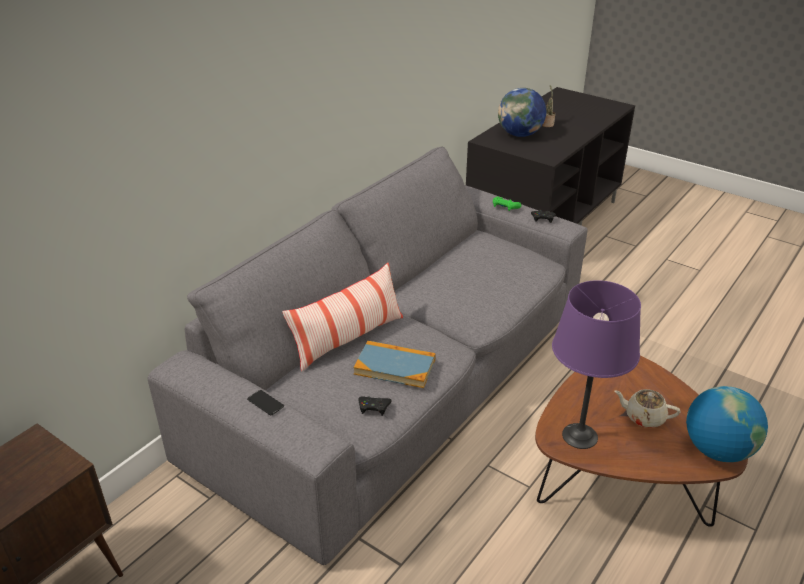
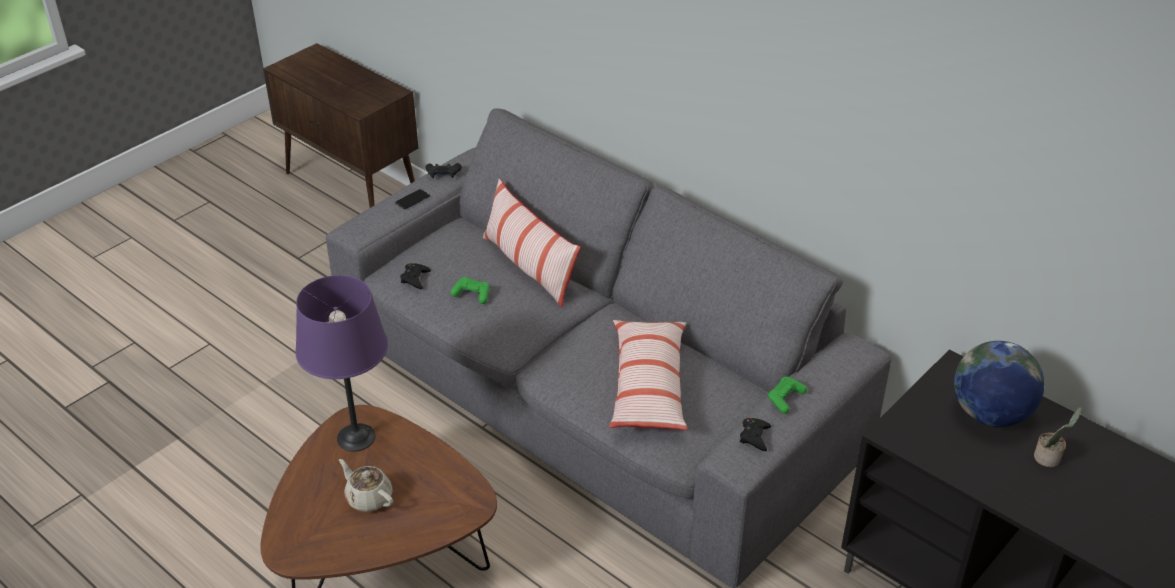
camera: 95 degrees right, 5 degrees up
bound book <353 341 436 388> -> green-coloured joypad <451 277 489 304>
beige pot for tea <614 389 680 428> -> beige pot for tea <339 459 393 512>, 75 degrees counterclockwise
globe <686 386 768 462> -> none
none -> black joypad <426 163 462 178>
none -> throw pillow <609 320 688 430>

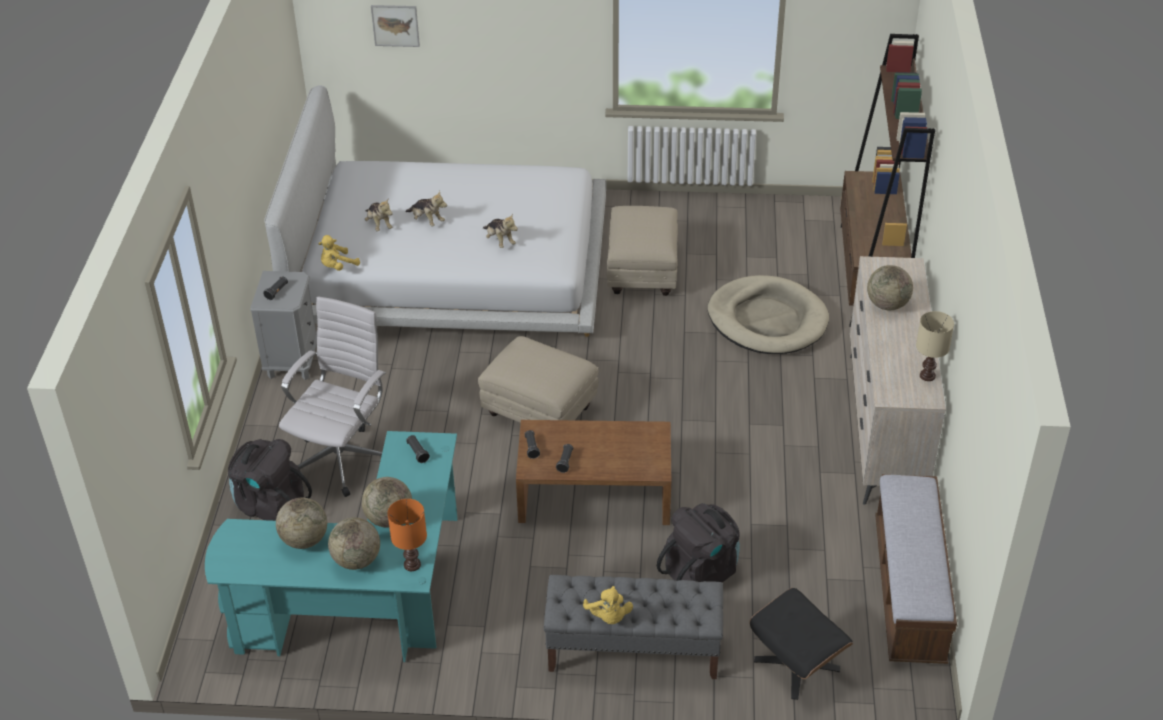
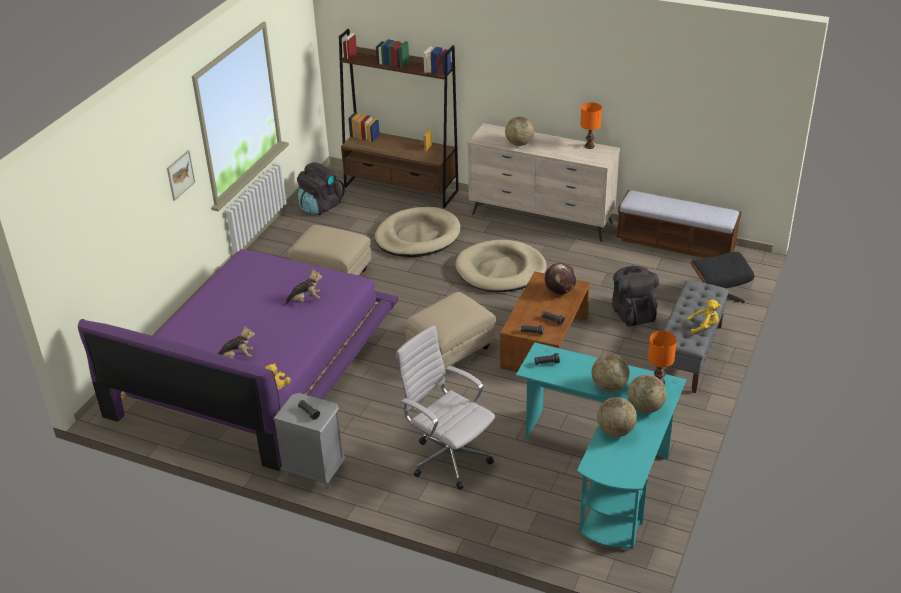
camera: 70 degrees left, 5 degrees down
black knapsack <228 439 312 521> -> black knapsack <297 162 345 215>, move
whitish bed <264 85 606 337> -> purplish bed <78 249 398 471>
wall picture <371 5 420 47> -> wall picture <167 150 195 201>, move
soft toy <405 191 447 227> -> none
beige lamp for a table <916 311 954 381> -> orange-coloured lamp for a table <580 102 602 149>
none -> beige dog cushion <455 240 547 292>
none -> globe <545 263 577 295>

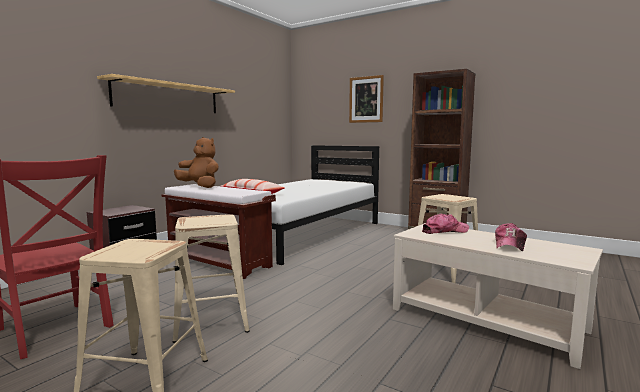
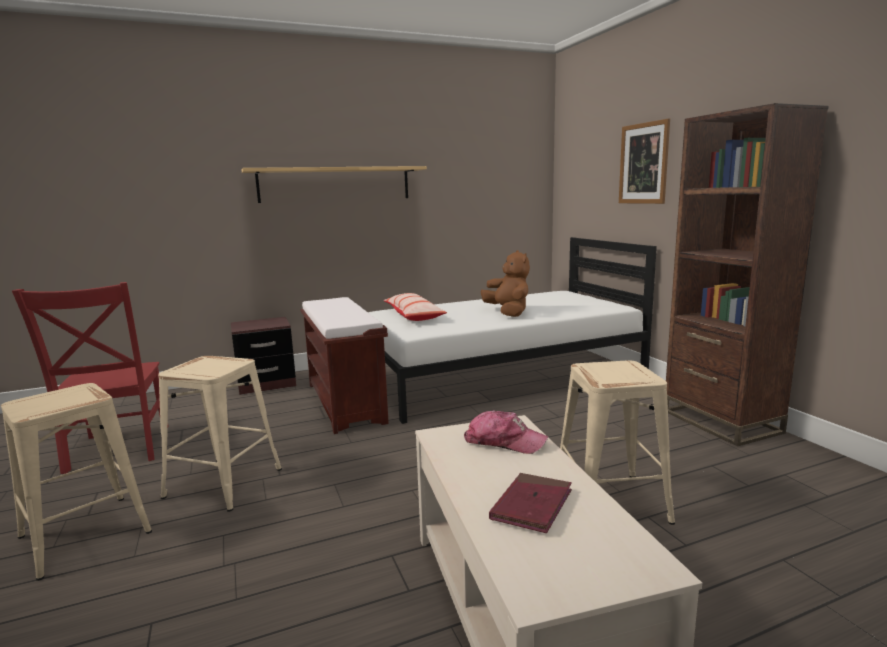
camera: 35 degrees right, 5 degrees up
brown-coloured soft toy <174 137 219 188> -> brown-coloured soft toy <481 250 530 317>, move
baseball cap <495 223 527 251> -> reddish bound book <489 473 572 533>

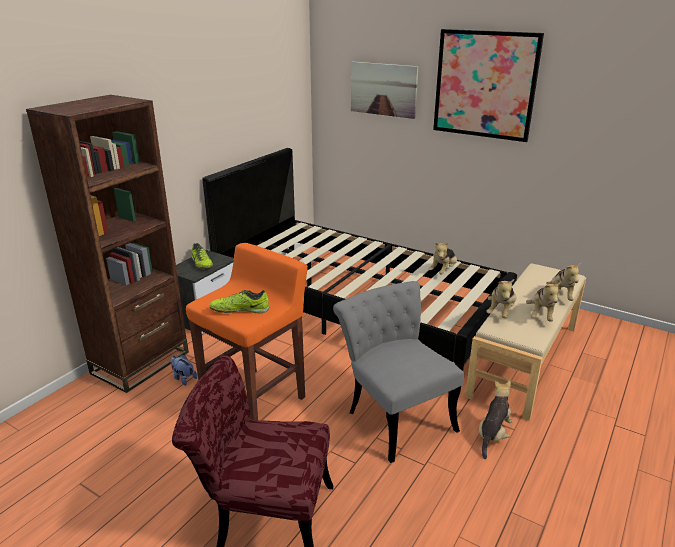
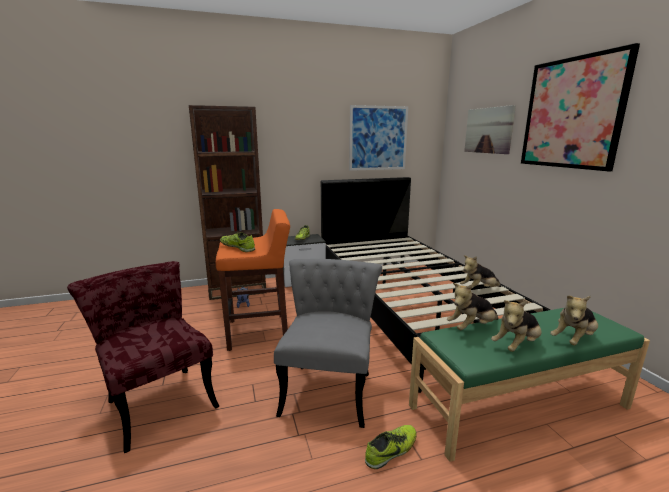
camera: 40 degrees right, 10 degrees down
beige bench <465 263 586 421> -> green-coloured bench <409 308 650 462>
soft toy <479 381 513 459> -> low shoe <365 425 417 469>
none -> wall picture <349 105 408 171>

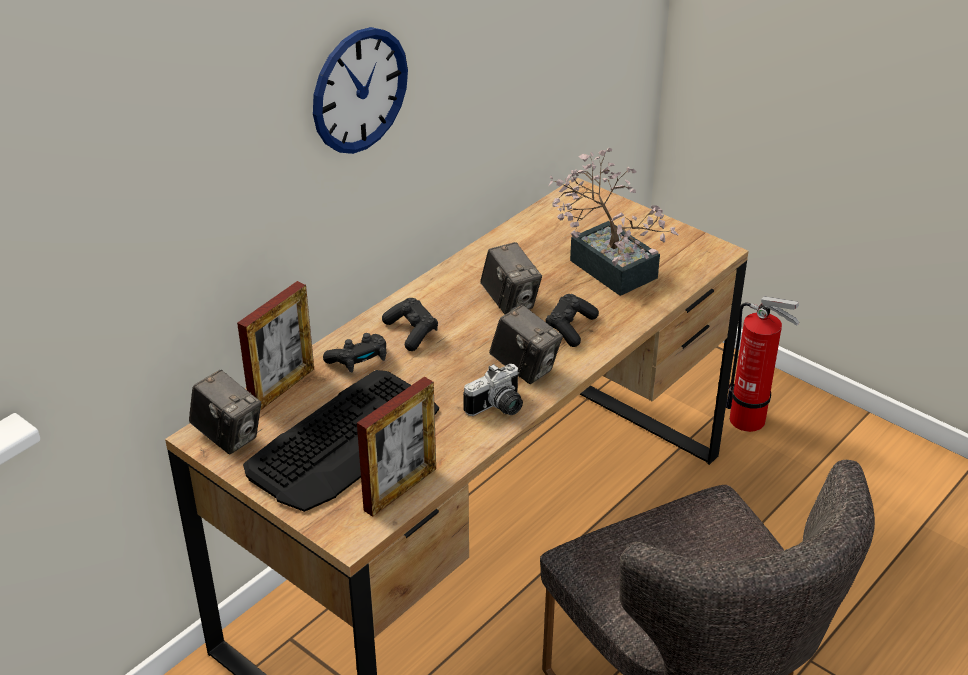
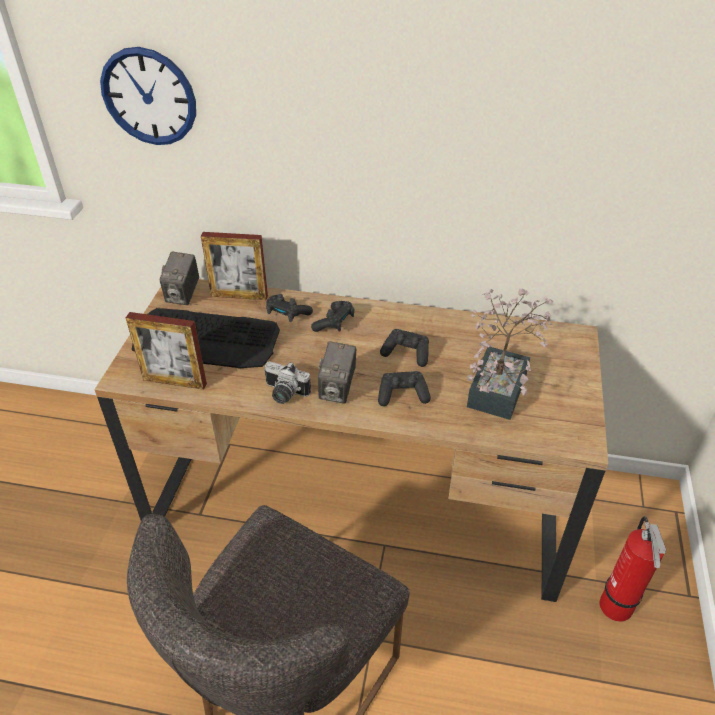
camera: 60 degrees right, 5 degrees up
hanging clock <313 27 408 154> -> hanging clock <100 47 196 145>, move
still camera <480 242 542 315> -> black joypad <380 329 429 367>

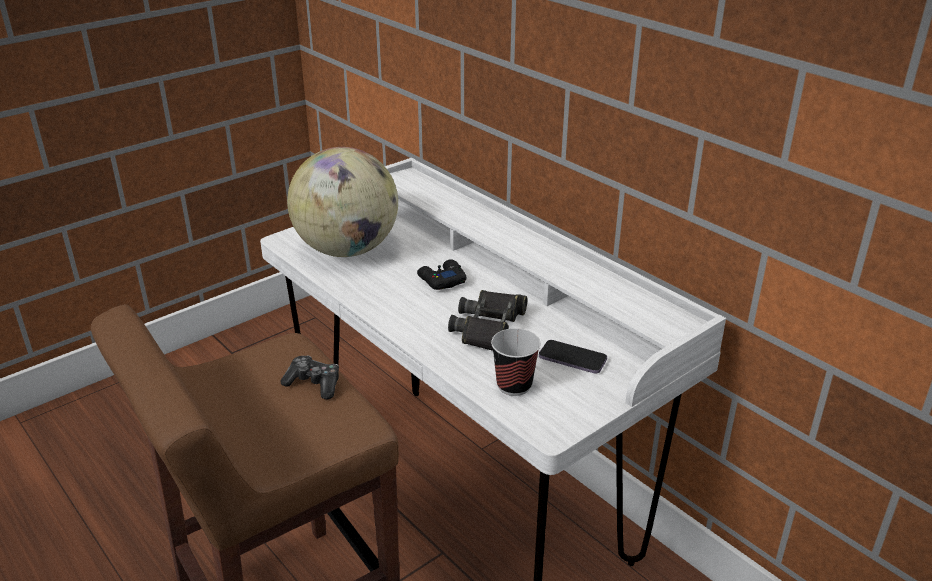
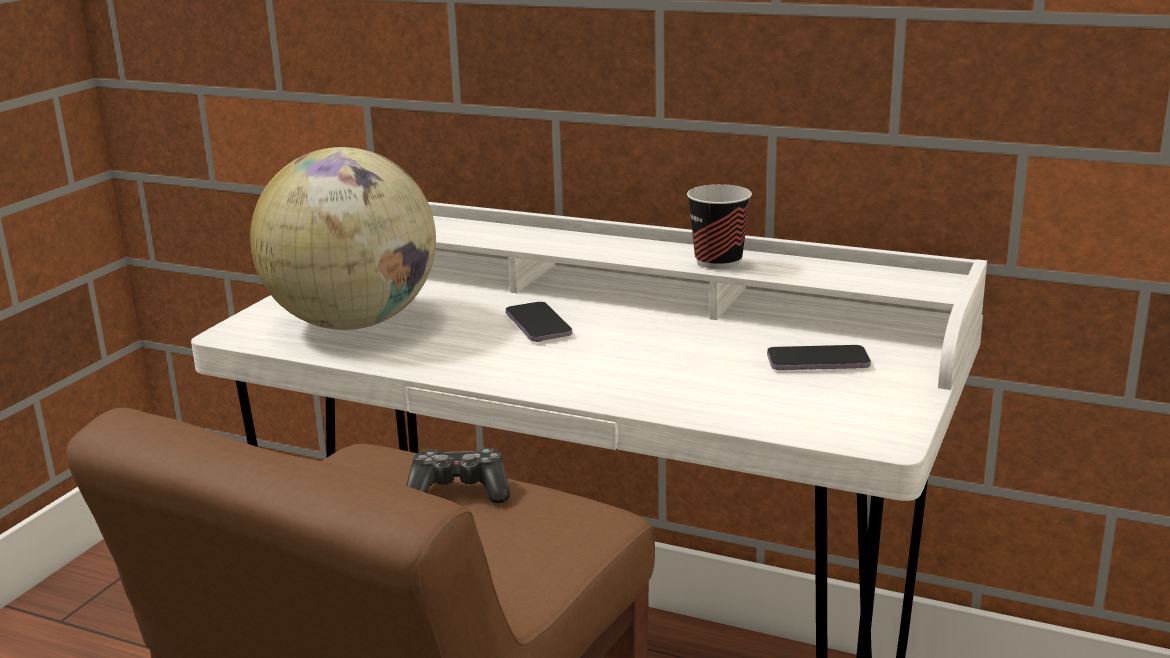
camera: 25 degrees left, 10 degrees down
black joypad <417 259 466 290> -> telephone <506 302 572 342>
black binoculars <448 290 527 351> -> none
drinking cup <491 328 541 396> -> drinking cup <687 184 752 269>, move

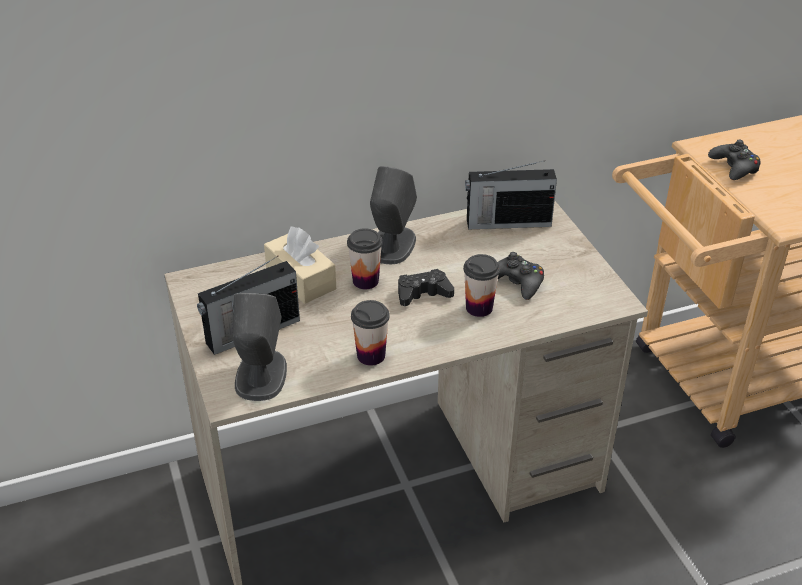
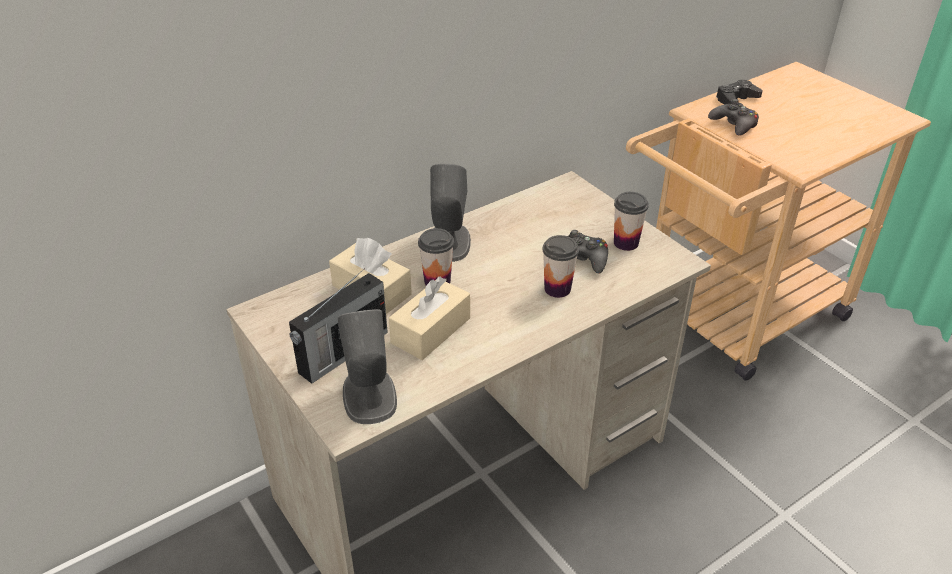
camera: 15 degrees left, 0 degrees up
drinking cup <351 300 390 365> -> drinking cup <614 192 649 251>, move
black joypad <398 269 454 306> -> black joypad <716 79 763 104>, move
radio receiver <465 160 557 230> -> none
none -> beige tissue holder <389 277 470 360>

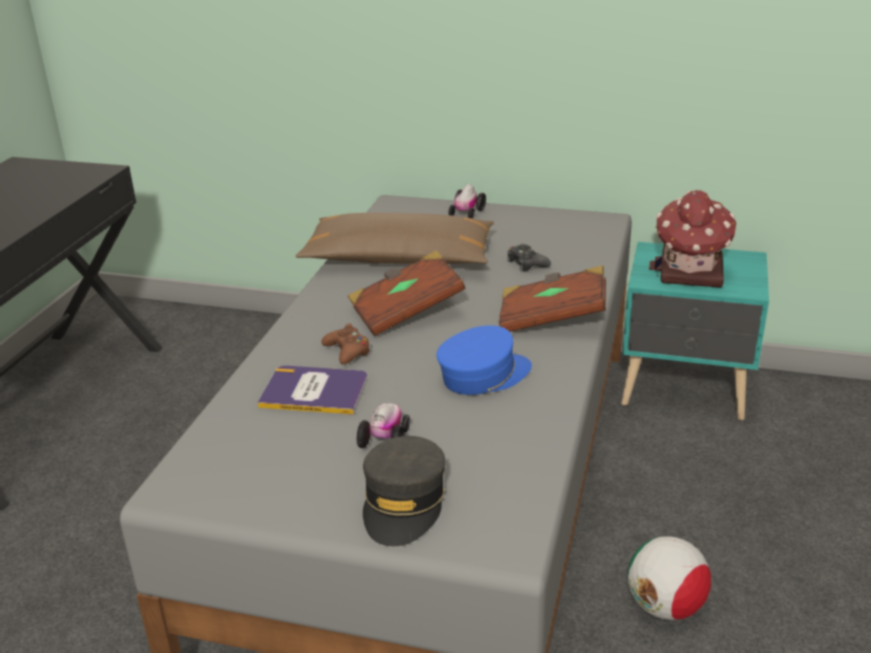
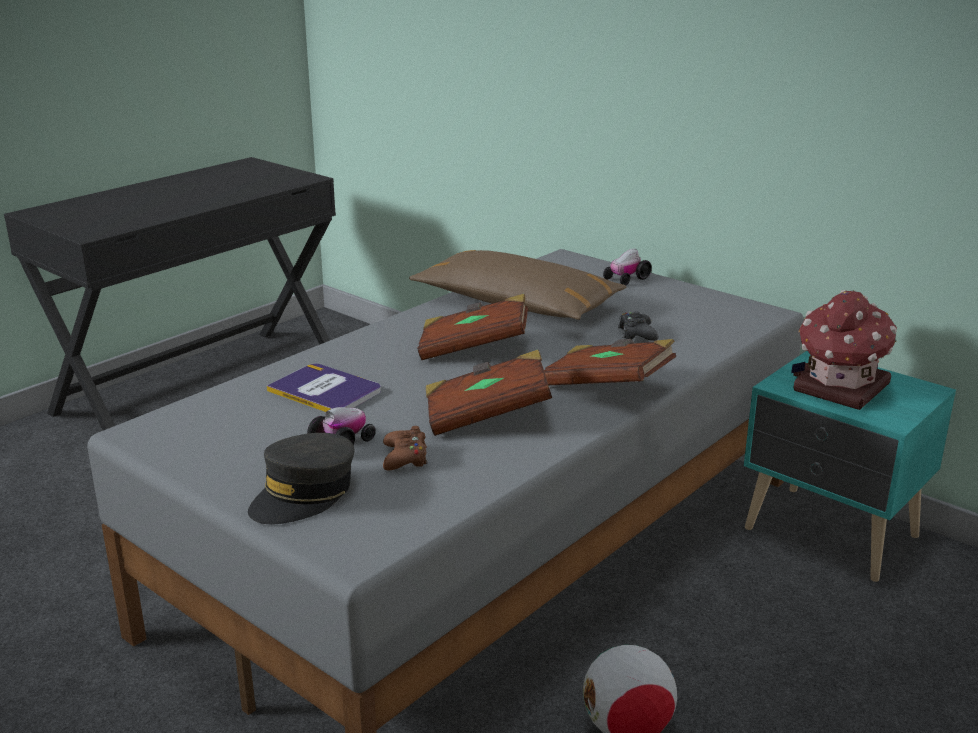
camera: 25 degrees right, 5 degrees down
brown-coloured joypad <322 323 370 364> -> brown-coloured joypad <383 426 428 471>, move
bluish baseball cap <436 325 532 395> -> brown-coloured bound book <426 350 552 436>

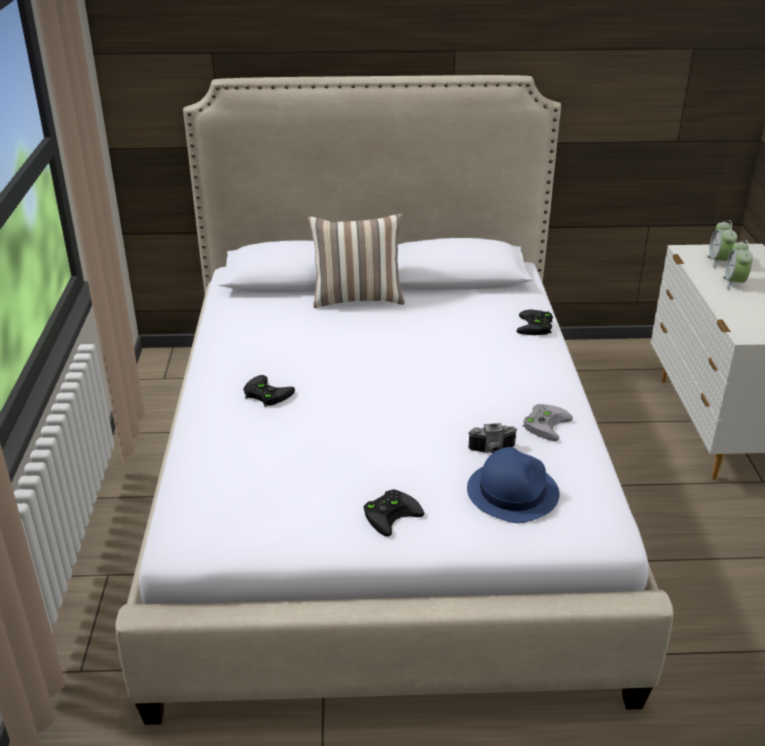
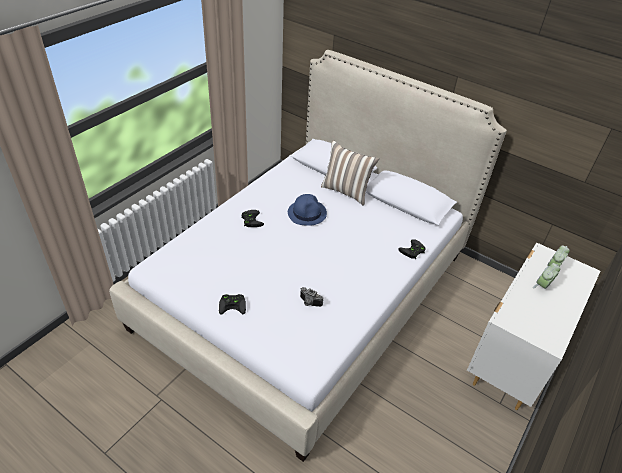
camera: 35 degrees right, 10 degrees up
bluish wearable hat <467 447 559 523> -> bluish wearable hat <288 194 327 226>, move
grey joypad <523 404 573 441> -> none

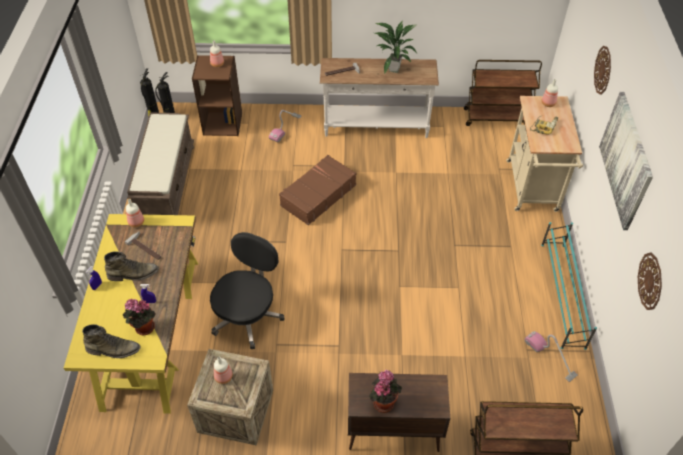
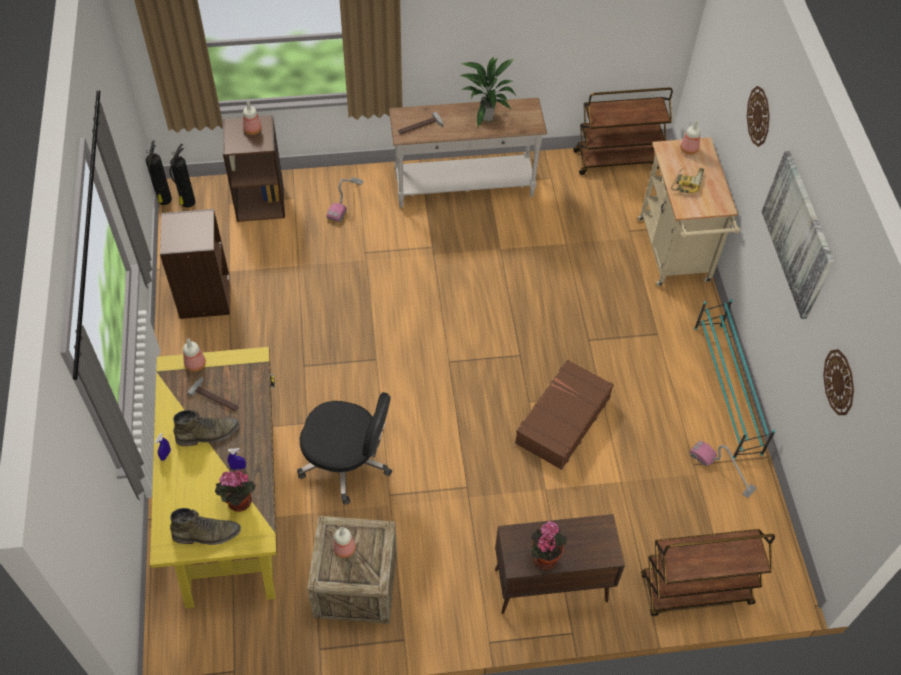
camera: 10 degrees left, 5 degrees up
brown-coloured bench <127 113 194 215> -> brown-coloured bookshelf <160 209 230 319>
black computer chair <210 232 284 349> -> black computer chair <297 392 392 505>, 90 degrees clockwise
brown-coloured piece of luggage <279 155 356 225> -> brown-coloured piece of luggage <515 359 614 470>, move

